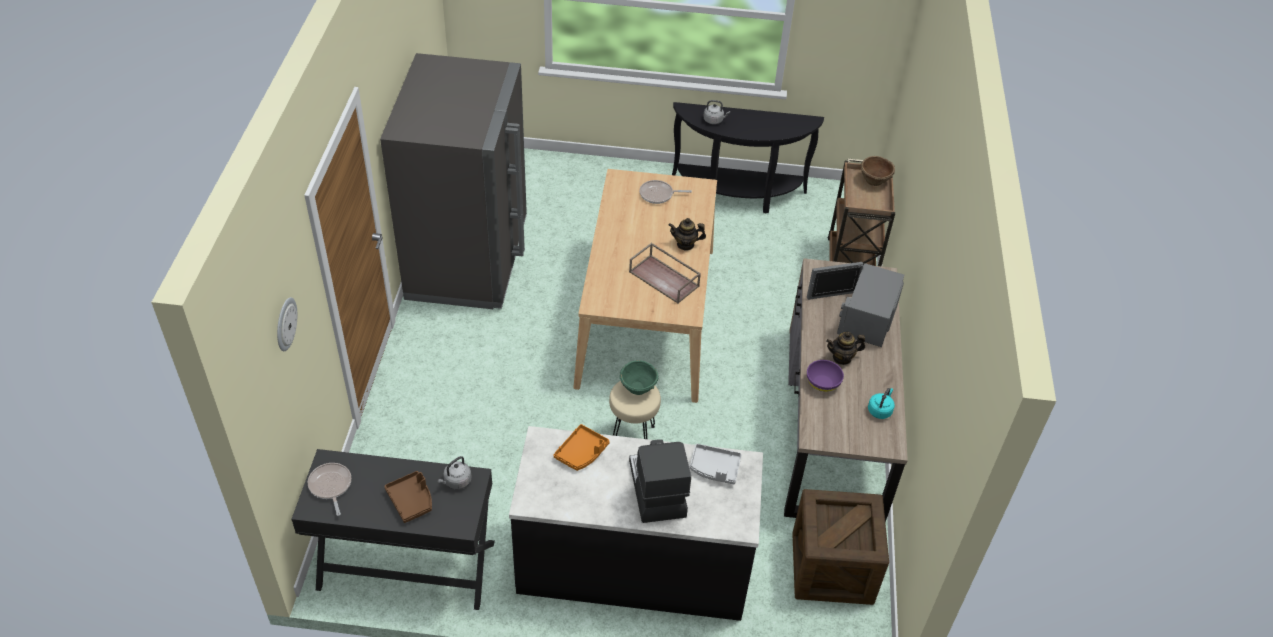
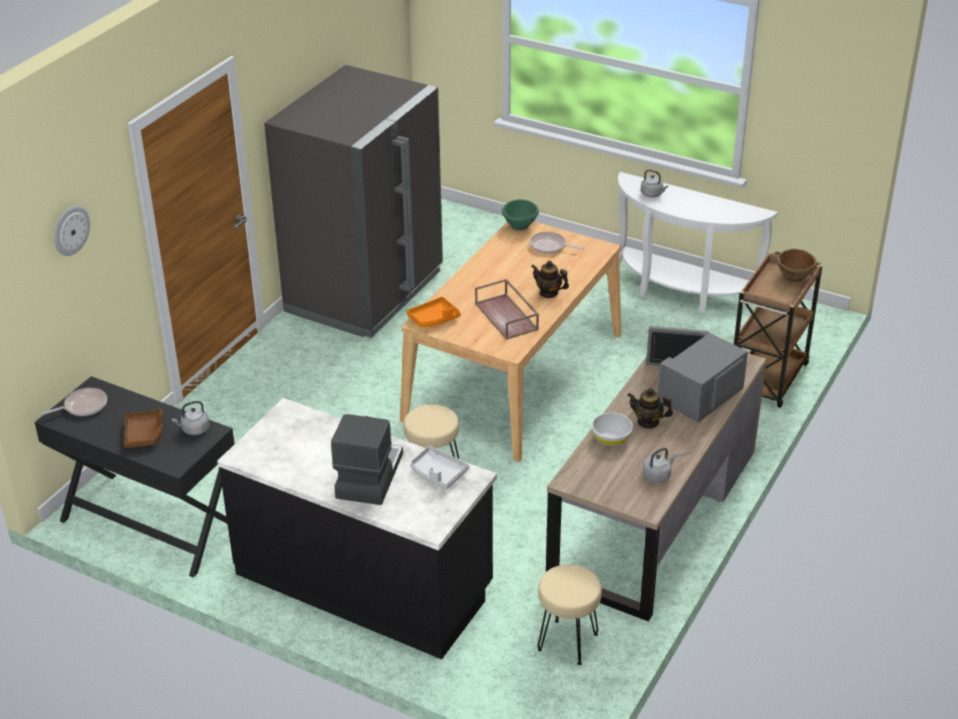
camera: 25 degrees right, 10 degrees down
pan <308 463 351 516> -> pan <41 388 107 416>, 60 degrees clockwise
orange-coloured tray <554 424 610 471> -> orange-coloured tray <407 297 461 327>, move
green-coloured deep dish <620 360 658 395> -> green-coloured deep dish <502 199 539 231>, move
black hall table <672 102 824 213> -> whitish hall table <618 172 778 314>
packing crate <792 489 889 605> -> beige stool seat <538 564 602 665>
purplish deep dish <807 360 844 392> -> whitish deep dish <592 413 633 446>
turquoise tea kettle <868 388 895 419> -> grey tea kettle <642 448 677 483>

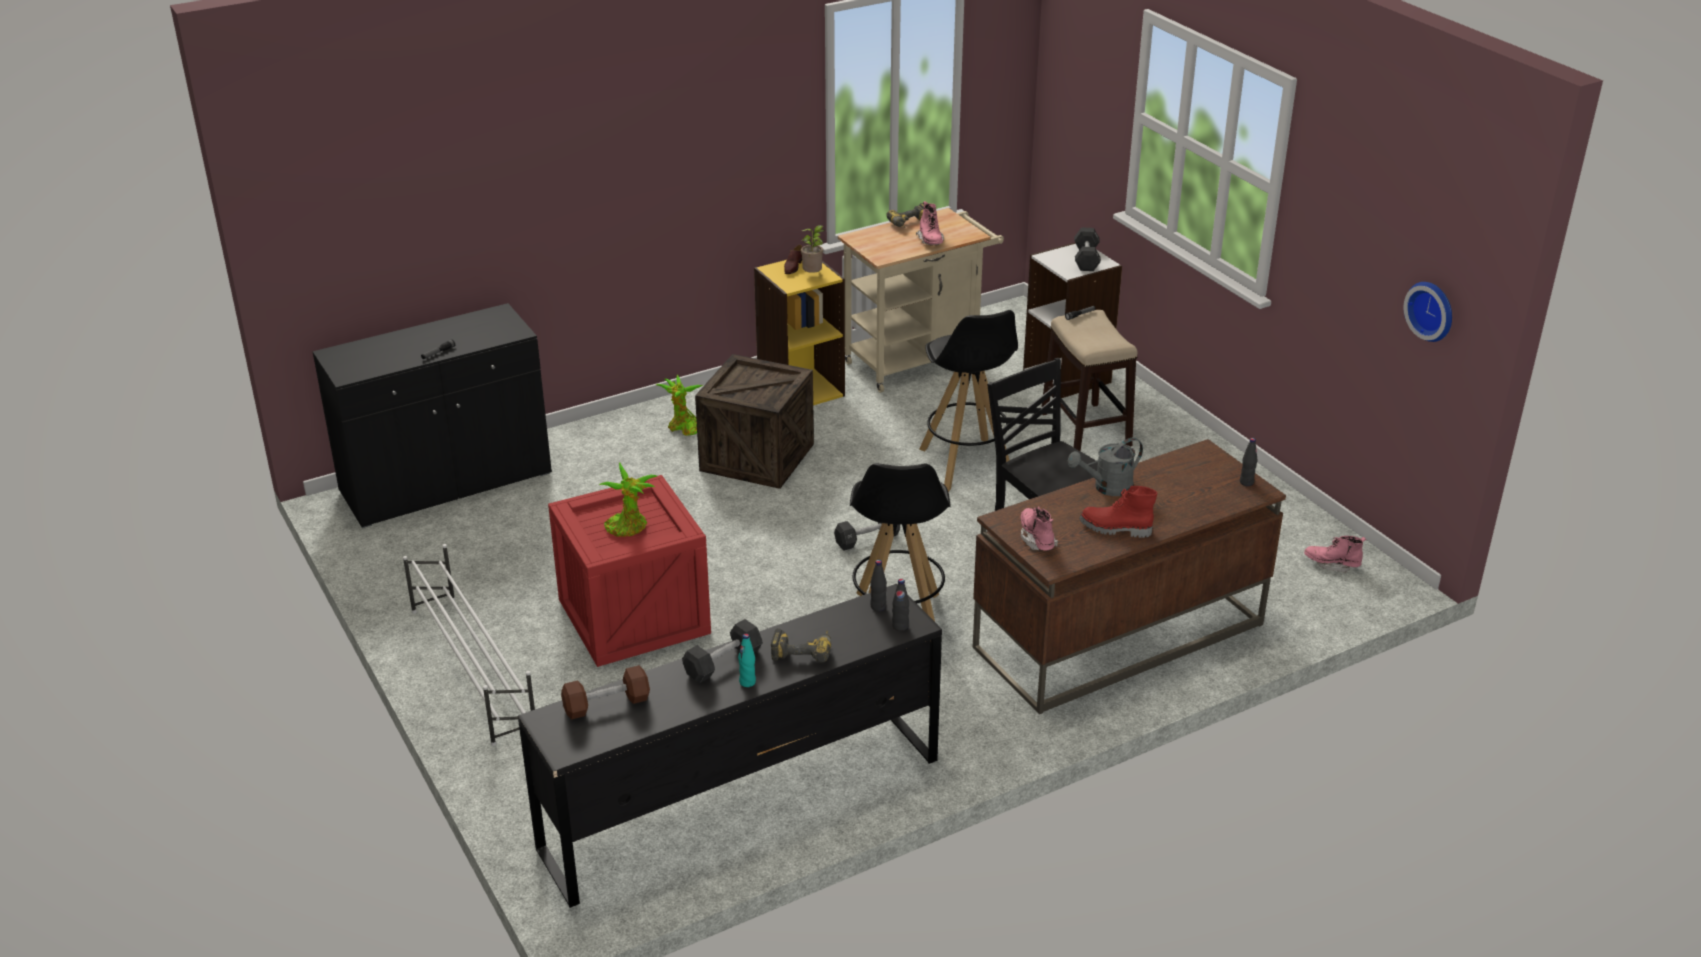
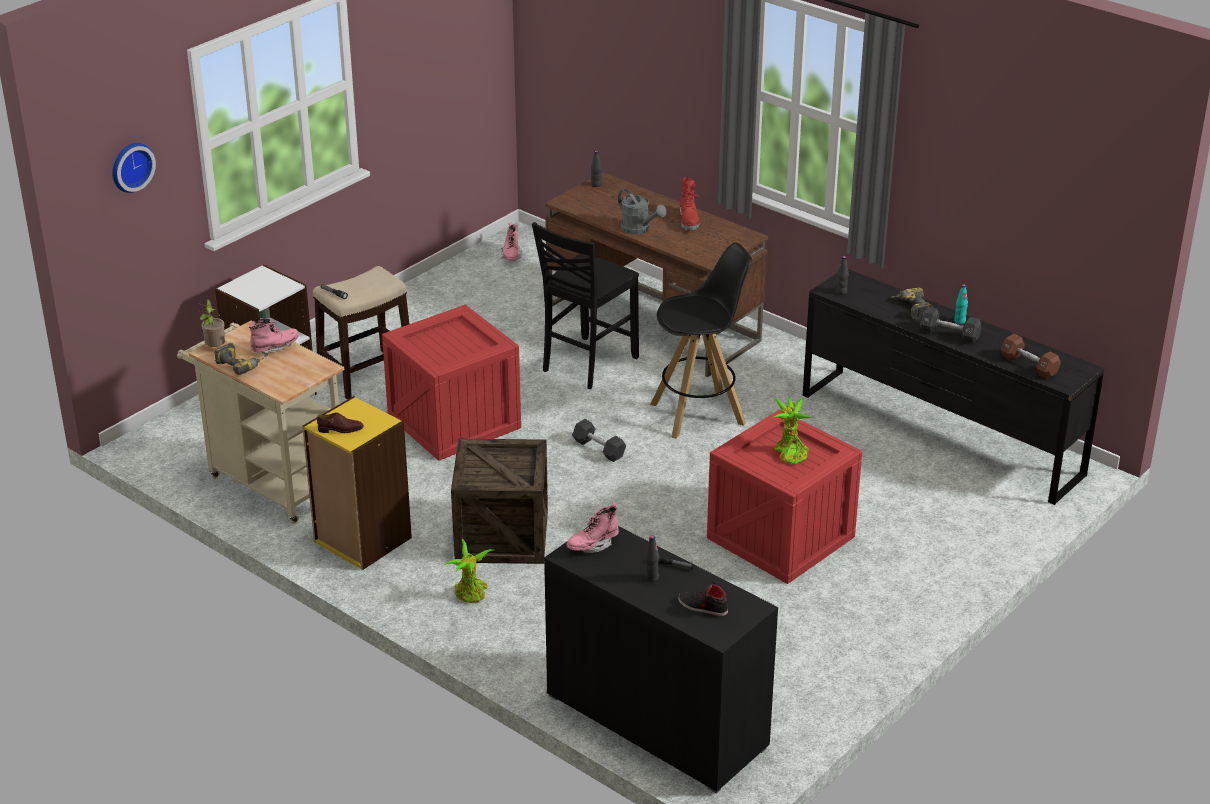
camera: 110 degrees left, 0 degrees up
whitish shoe shelf <403 544 535 746> -> none
plant in a pot <801 225 824 273> -> plant in a pot <197 299 225 347>, move
black beverage bottle <892 579 909 631> -> black beverage bottle <645 535 659 582>, move
black stool seat <919 310 1018 492> -> packing crate <382 305 521 461>
pink boot <1021 506 1058 551> -> pink boot <566 503 619 553>, move
black dumbbell <1074 227 1101 271> -> none
hanging clock <1404 282 1452 342> -> hanging clock <112 143 156 193>, move
none -> black low shoe <678 582 728 616>

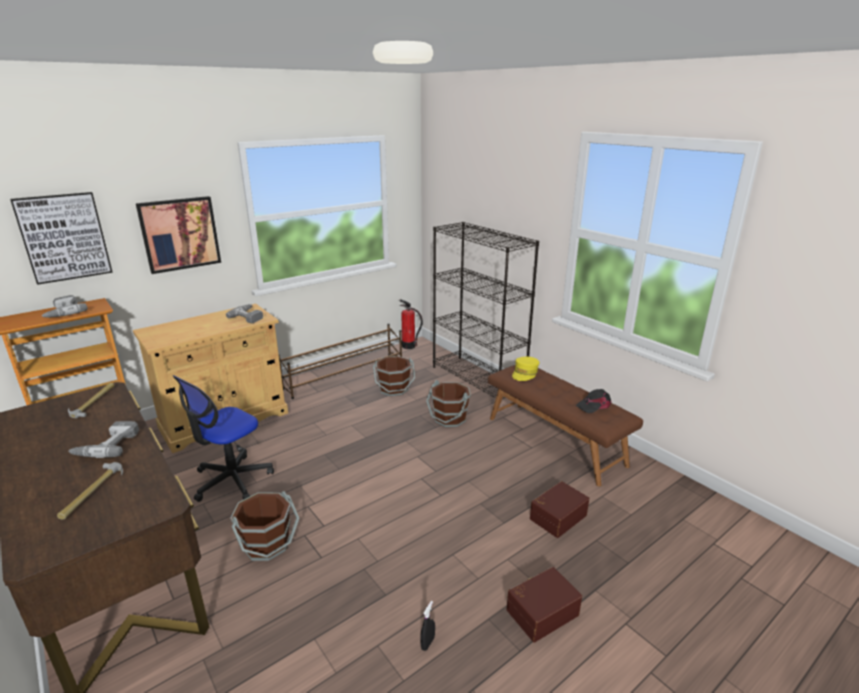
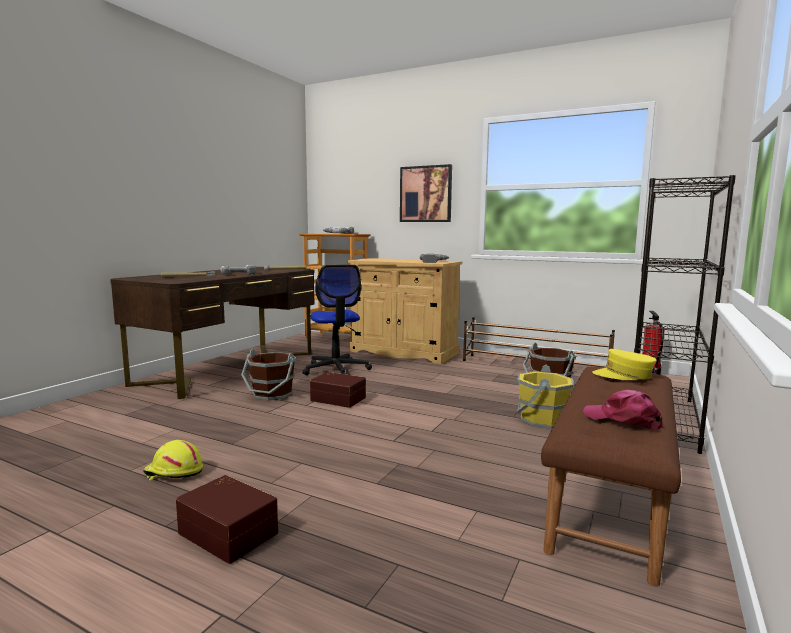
camera: 65 degrees right, 15 degrees down
wall picture <10 192 113 285> -> none
computer chair <173 375 274 502> -> computer chair <302 265 372 375>, 120 degrees counterclockwise
black sprayer <420 601 435 651> -> yellowish hard hat <143 440 203 481>
brown-coloured bucket <426 380 471 427> -> yellowish bucket <517 365 573 429>
brown-coloured storage bin <530 481 589 538> -> brown-coloured storage bin <310 372 366 408>, move
black baseball cap <576 389 611 413> -> pink baseball cap <583 390 662 430>

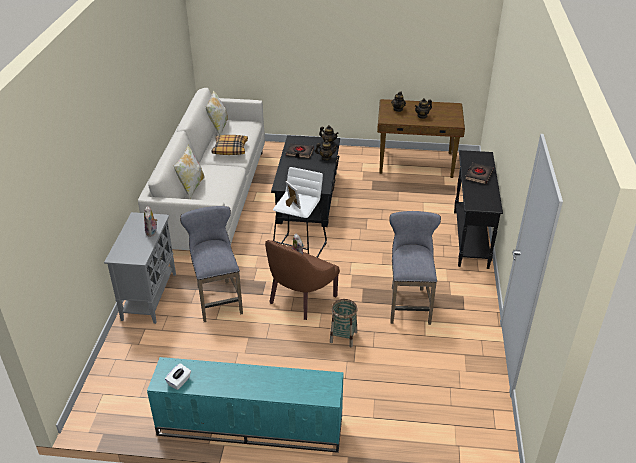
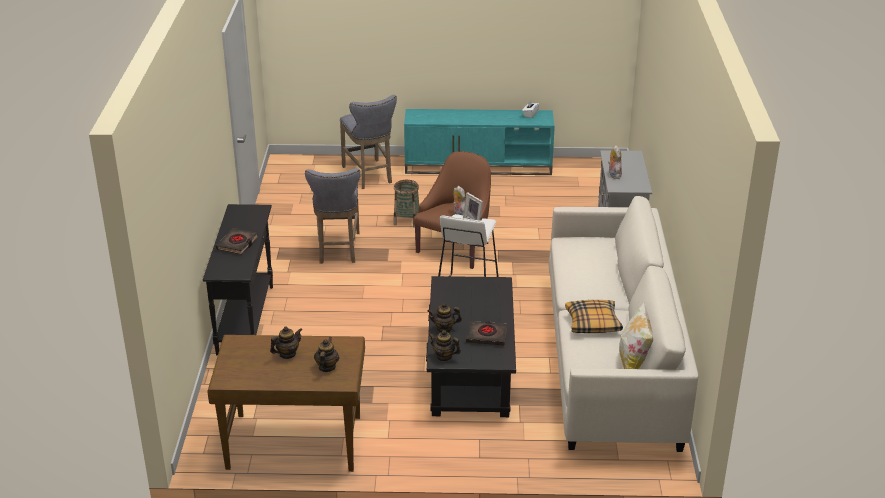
camera: 175 degrees right, 5 degrees down
throw pillow <173 145 205 199> -> none
grey stool seat <180 206 243 322> -> grey stool seat <340 95 397 189>, move

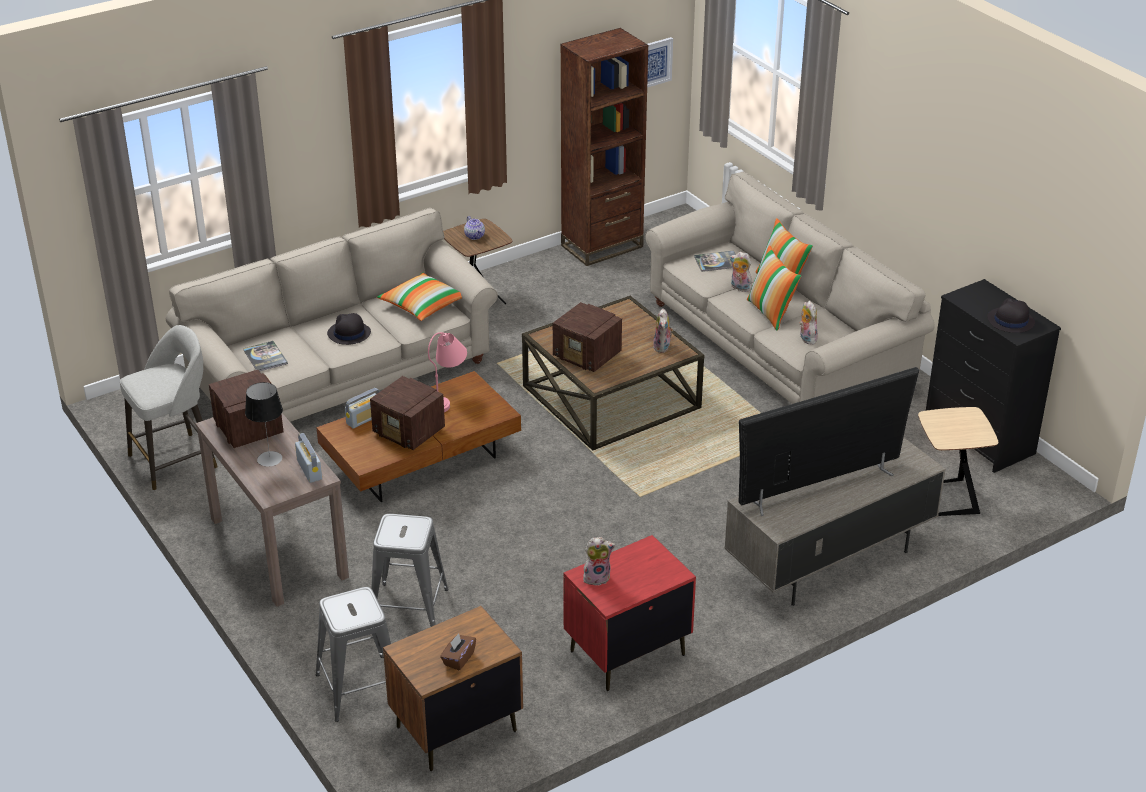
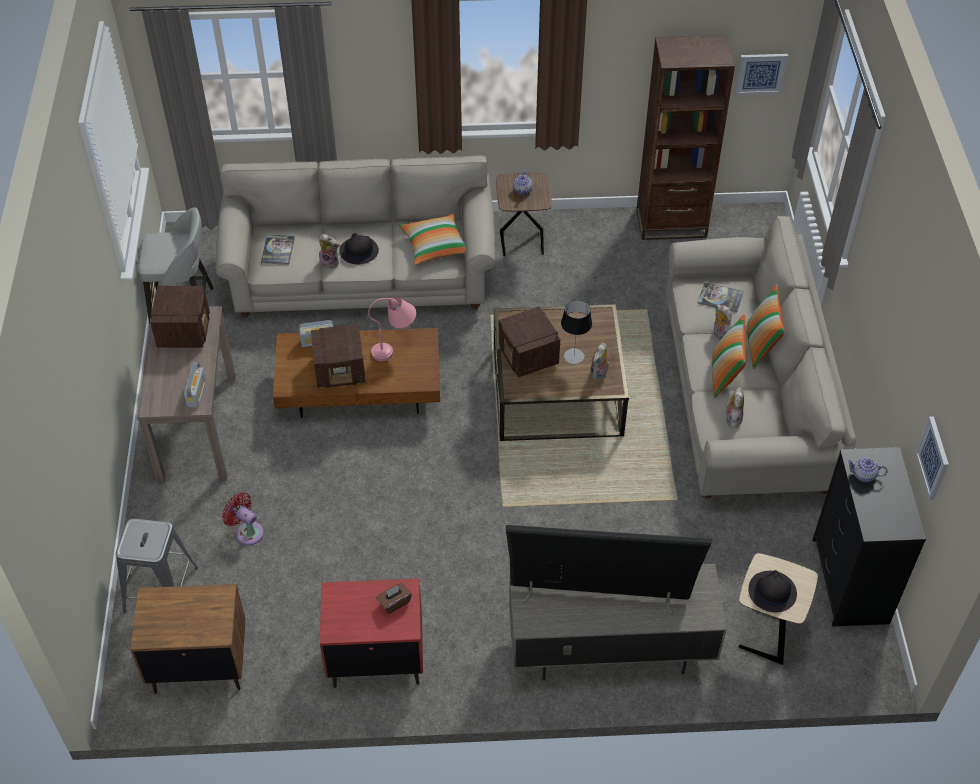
camera: 30 degrees right, 15 degrees up
lamp for a table <245 382 283 467> -> lamp for a table <561 300 592 364>, move
radio receiver <370 376 445 450> -> radio receiver <311 325 365 388>, 75 degrees counterclockwise
grey stool seat <371 514 448 627> -> reddish fan <222 492 264 545>
brown-coloured tissue holder <440 633 476 670> -> brown-coloured tissue holder <377 583 412 614>, move
soft toy <583 537 615 586> -> soft toy <319 234 340 269>, move
black wearable hat <987 298 1035 333> -> black wearable hat <748 570 797 612>, move
none -> pot for tea <847 458 888 482>
none -> wall picture <915 416 949 500>

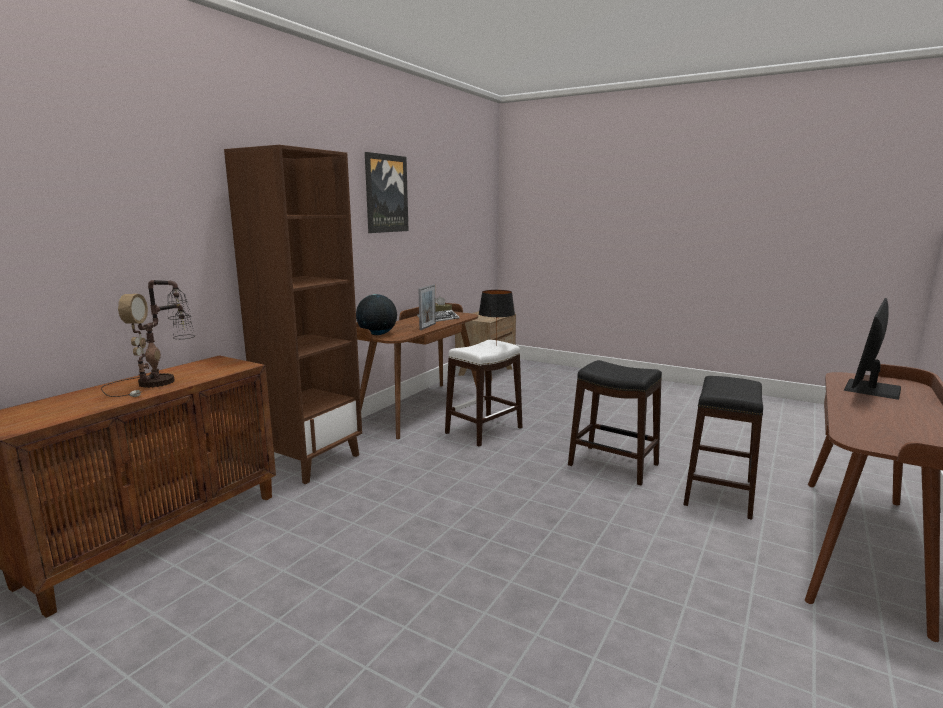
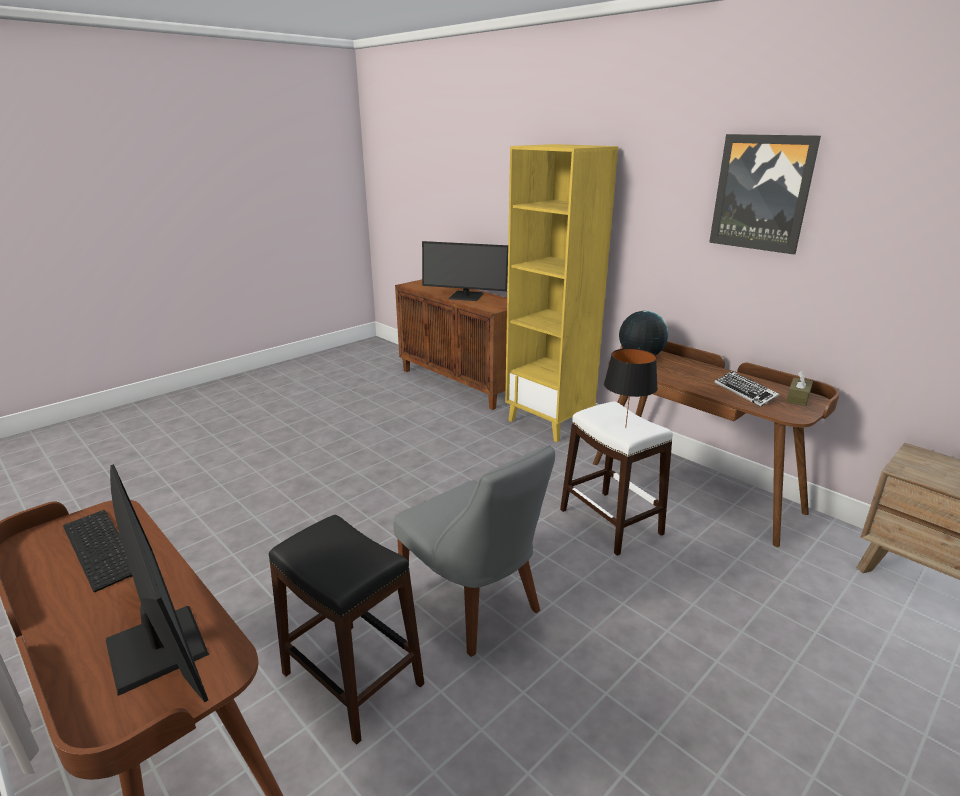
camera: 105 degrees right, 10 degrees up
lamp for a table <101 280 195 397> -> computer screen <422 241 508 301>
brown-coloured bookshelf <224 145 362 484> -> yellowish bookshelf <505 144 618 442>
photo frame <419 284 436 330> -> none
black stool seat <568 360 662 485> -> grey upright chair <394 445 555 657>
none -> computer keyboard <63 510 132 592>

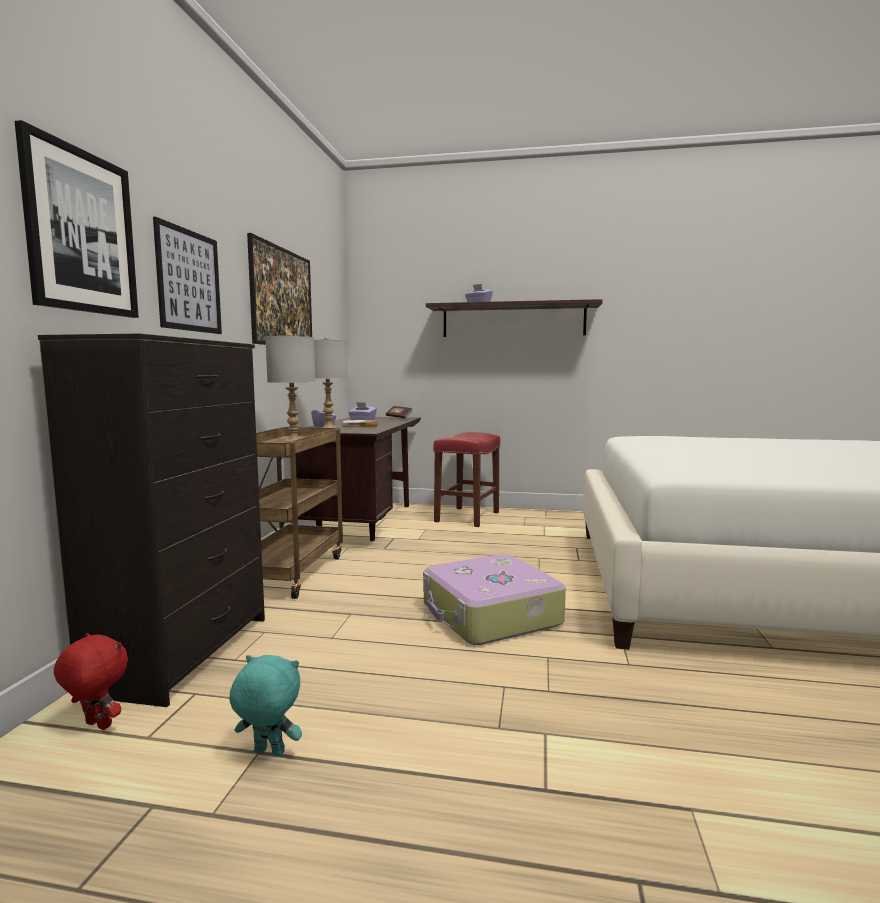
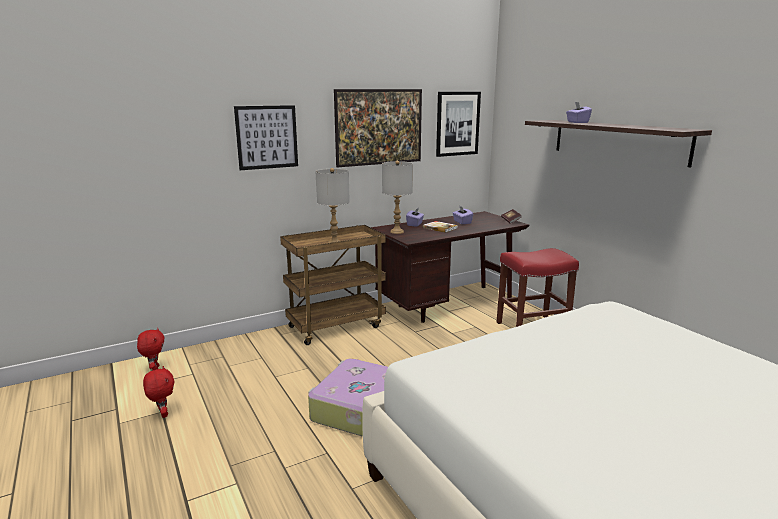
camera: 50 degrees right, 10 degrees up
wall picture <15 120 139 318> -> wall picture <436 92 481 157>, move
black dresser <38 333 265 707> -> none
turquoise soft toy <229 655 302 756> -> reddish soft toy <143 366 175 418>

